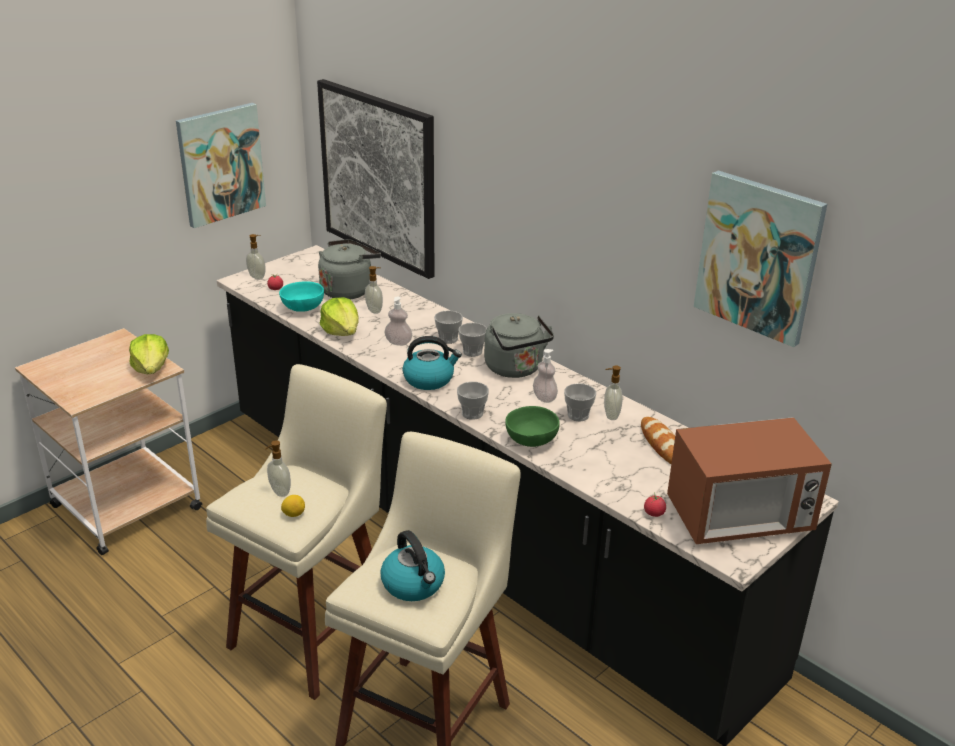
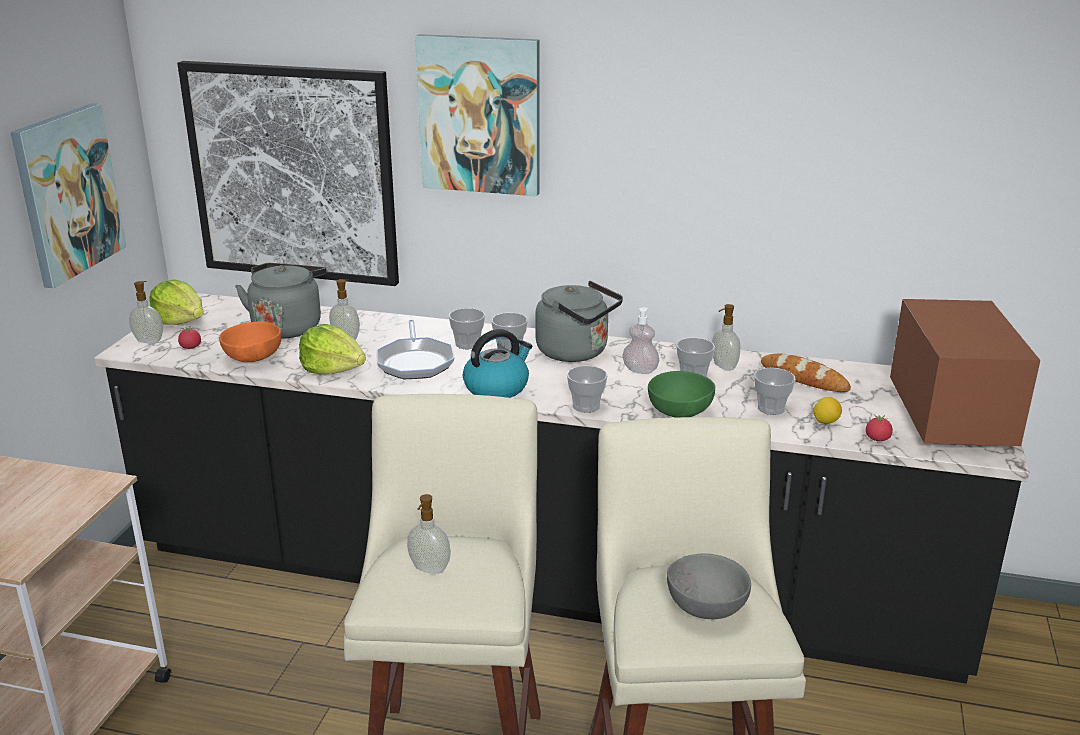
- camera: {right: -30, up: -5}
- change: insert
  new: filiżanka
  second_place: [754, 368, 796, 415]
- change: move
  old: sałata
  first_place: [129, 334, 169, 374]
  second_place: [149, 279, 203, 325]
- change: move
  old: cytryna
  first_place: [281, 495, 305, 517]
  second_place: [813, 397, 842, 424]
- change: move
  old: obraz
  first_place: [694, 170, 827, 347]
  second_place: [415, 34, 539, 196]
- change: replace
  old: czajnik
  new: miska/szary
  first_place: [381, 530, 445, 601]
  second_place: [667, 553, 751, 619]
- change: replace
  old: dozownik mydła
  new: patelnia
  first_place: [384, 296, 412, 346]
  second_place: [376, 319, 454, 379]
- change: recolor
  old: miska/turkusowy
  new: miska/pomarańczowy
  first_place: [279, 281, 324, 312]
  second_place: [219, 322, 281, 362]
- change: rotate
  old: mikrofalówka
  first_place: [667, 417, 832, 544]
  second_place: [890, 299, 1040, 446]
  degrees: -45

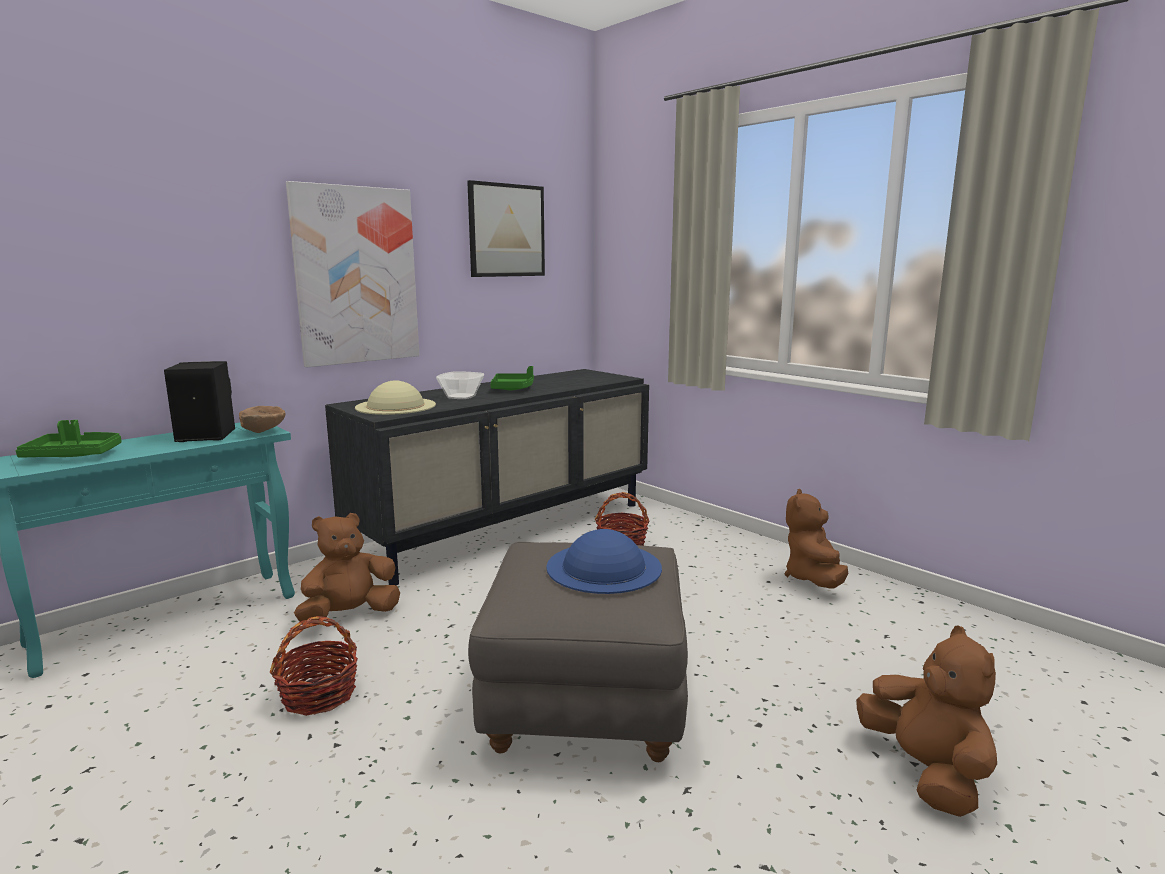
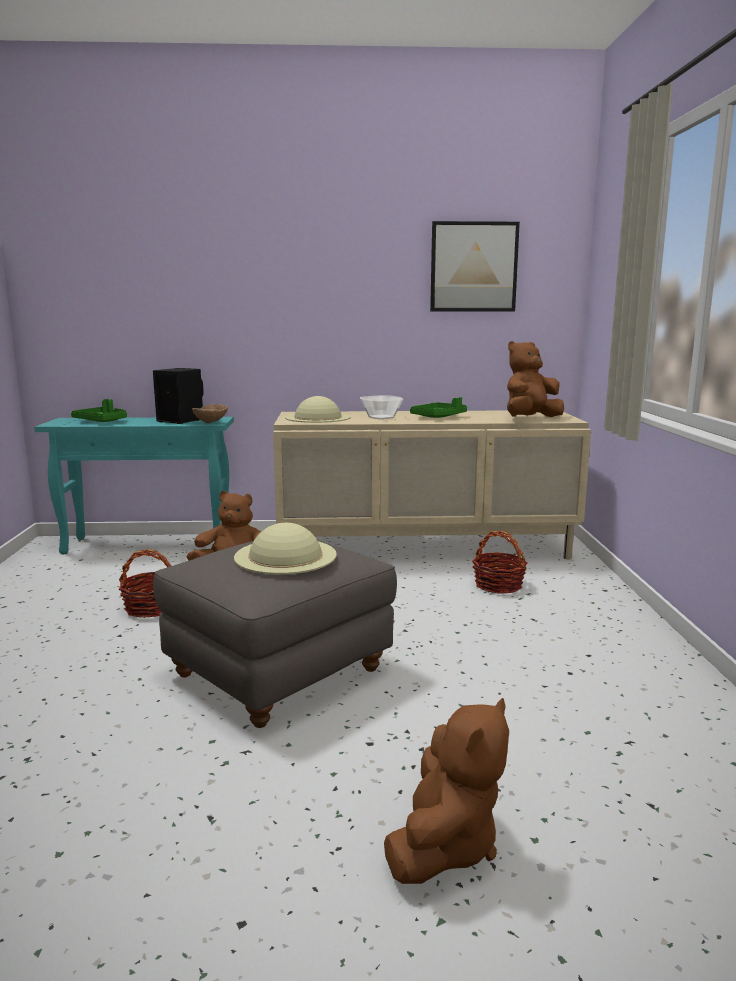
- camera: {right: 40, up: 0}
- change: delete
  old: obraz
  first_place: [286, 181, 420, 368]
- change: move
  old: pluszak/brązowy
  first_place: [785, 489, 848, 589]
  second_place: [507, 341, 564, 417]
- change: recolor
  old: szafka/czarny
  new: szafka/beżowy
  first_place: [325, 369, 649, 585]
  second_place: [273, 411, 591, 560]
- change: recolor
  old: kapelusz/niebieski
  new: kapelusz/beżowy
  first_place: [546, 529, 662, 594]
  second_place: [234, 523, 337, 574]

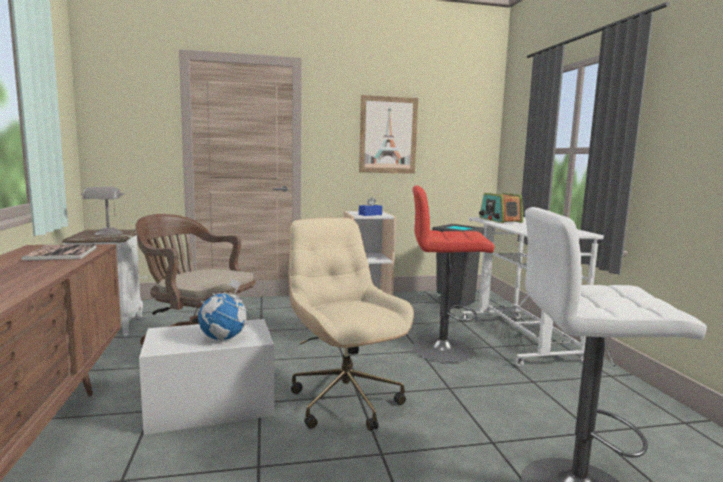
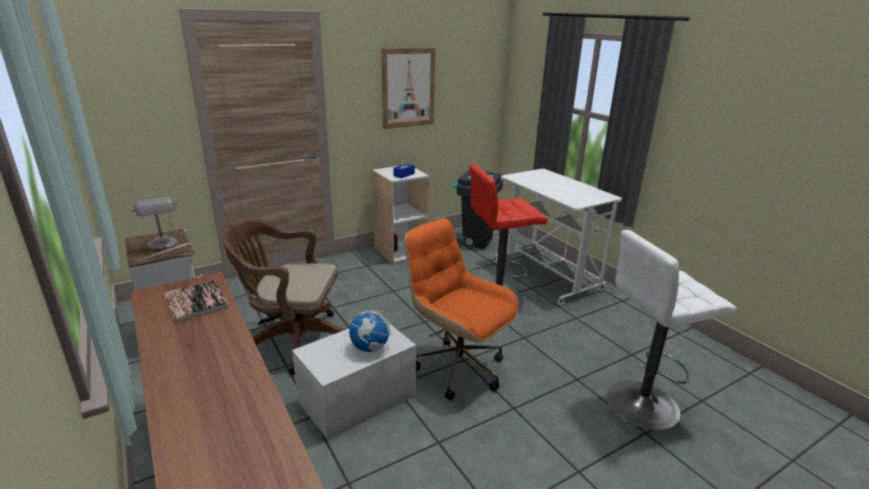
- camera: {right: -20, up: 15}
- change: delete
  old: radio
  first_place: [479, 193, 523, 223]
- change: recolor
  old: krzesło biurowe/beżowy
  new: krzesło biurowe/pomarańczowy
  first_place: [289, 217, 414, 431]
  second_place: [404, 218, 518, 400]

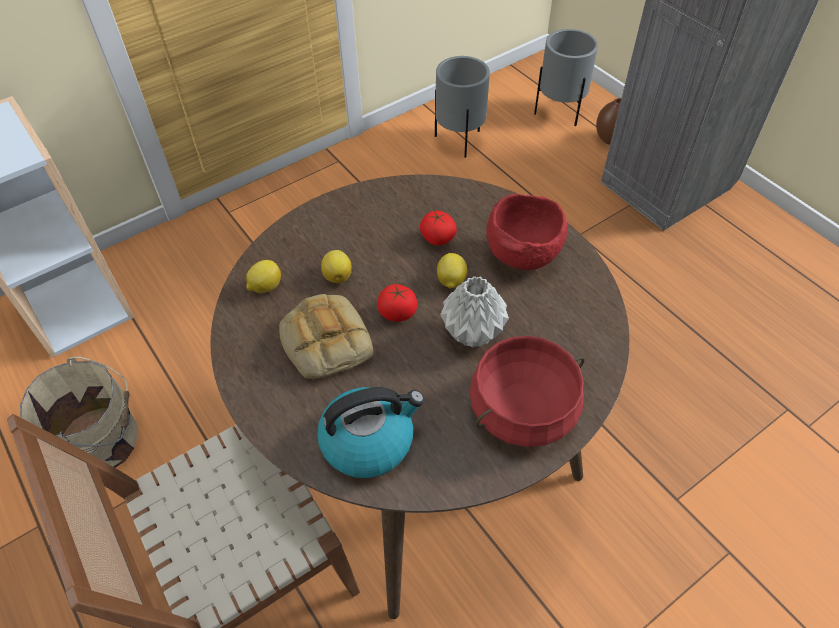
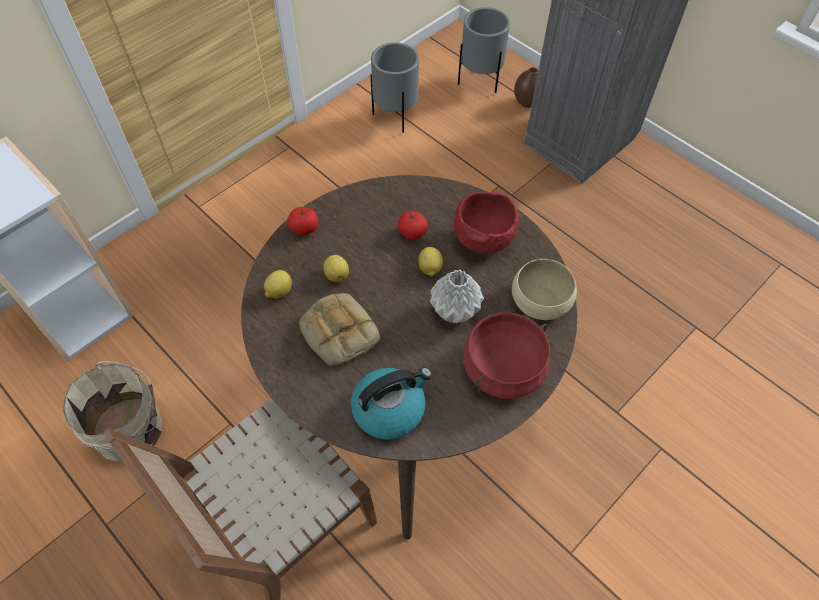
- camera: {right: -10, up: 5}
- change: insert
  new: miska/beżowy
  second_place: [512, 259, 577, 320]
- change: move
  old: pomidor
  first_place: [377, 284, 417, 322]
  second_place: [288, 207, 319, 235]

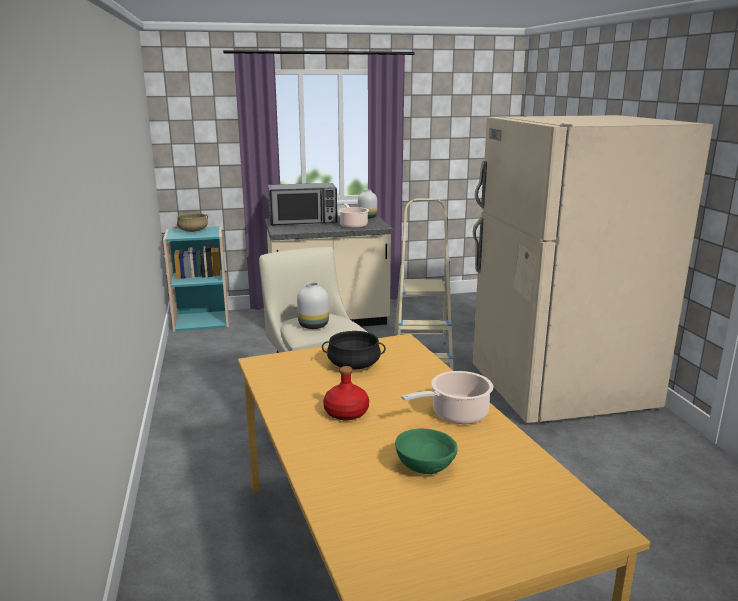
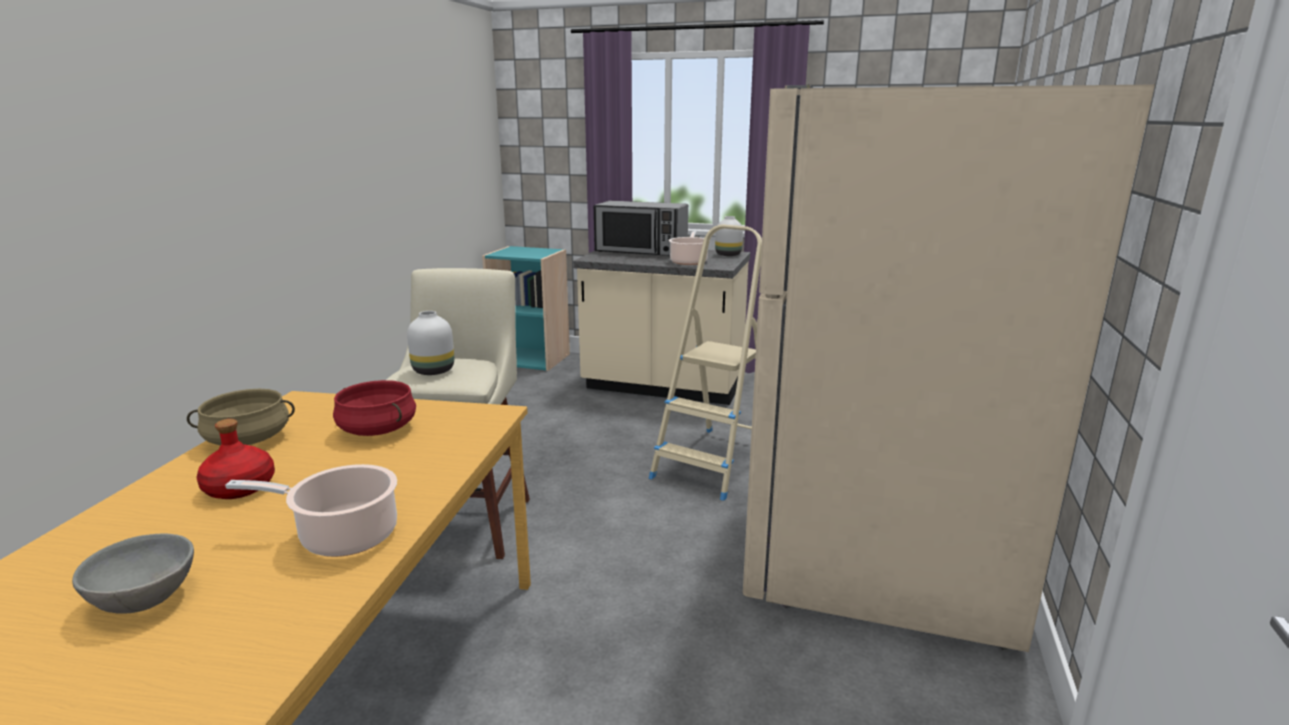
- camera: {right: 30, up: 0}
- change: move
  old: garnek/beżowy
  first_place: [177, 213, 208, 232]
  second_place: [187, 389, 295, 446]
- change: recolor
  old: garnek/czarny
  new: garnek/czerwony
  first_place: [322, 331, 386, 370]
  second_place: [333, 380, 416, 436]
- change: recolor
  old: miska/zielony
  new: miska/szary
  first_place: [395, 429, 458, 474]
  second_place: [72, 534, 194, 614]

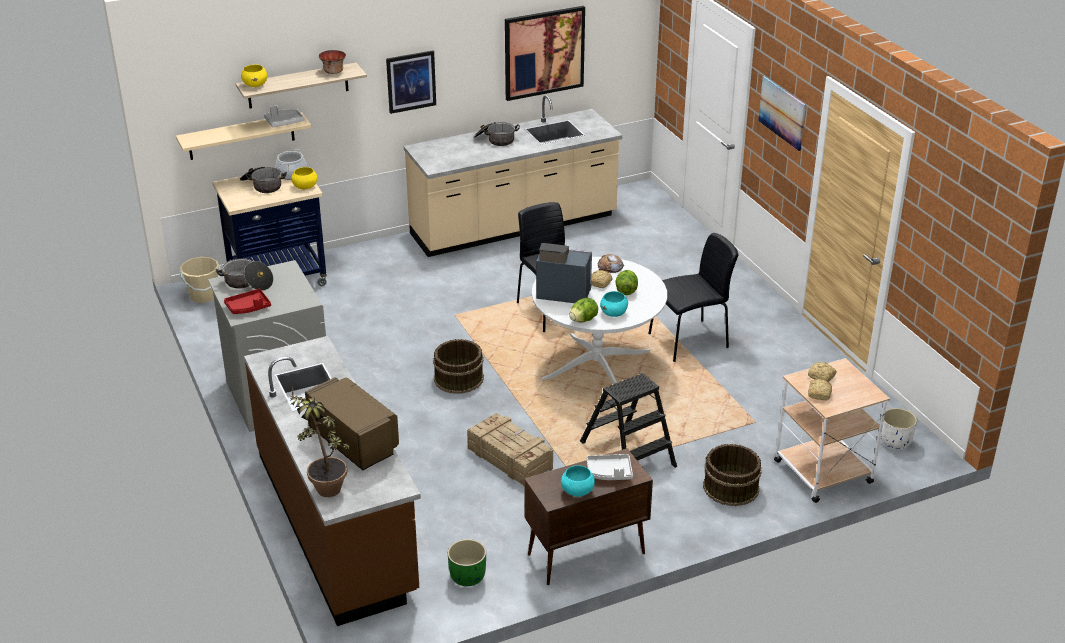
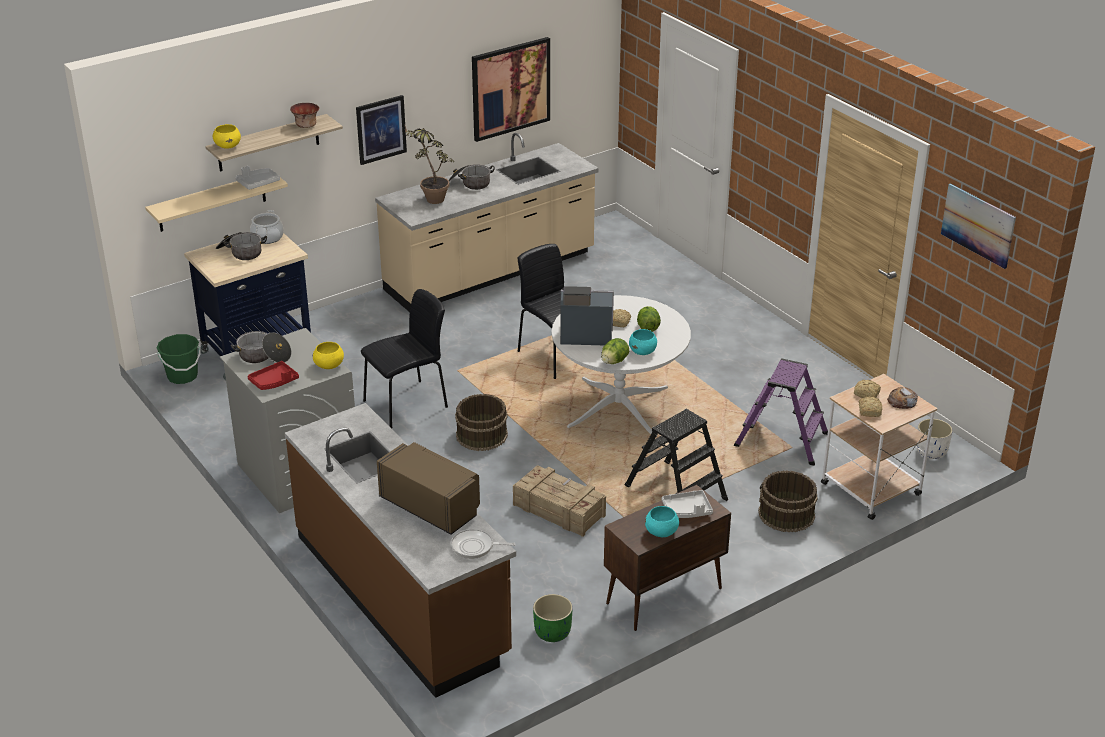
- camera: {right: -10, up: 0}
- change: insert
  new: patelnia
  second_place: [451, 529, 516, 559]
- change: insert
  new: drabinka/fioletowy
  second_place: [734, 358, 828, 466]
- change: move
  old: roślina doniczkowa
  first_place: [290, 388, 351, 497]
  second_place: [404, 126, 454, 204]
- change: move
  old: miska/żółty
  first_place: [291, 167, 317, 190]
  second_place: [313, 342, 344, 369]
- change: move
  old: chleb
  first_place: [597, 254, 624, 273]
  second_place: [887, 387, 918, 409]
- change: move
  old: krzesło/czarny
  first_place: [648, 233, 739, 362]
  second_place: [361, 289, 448, 429]
- change: move
  old: obraz
  first_place: [758, 76, 806, 151]
  second_place: [941, 183, 1016, 269]
- change: recolor
  old: wiadro/beżowy
  new: wiadro/zielony
  first_place: [180, 257, 221, 303]
  second_place: [157, 334, 201, 384]

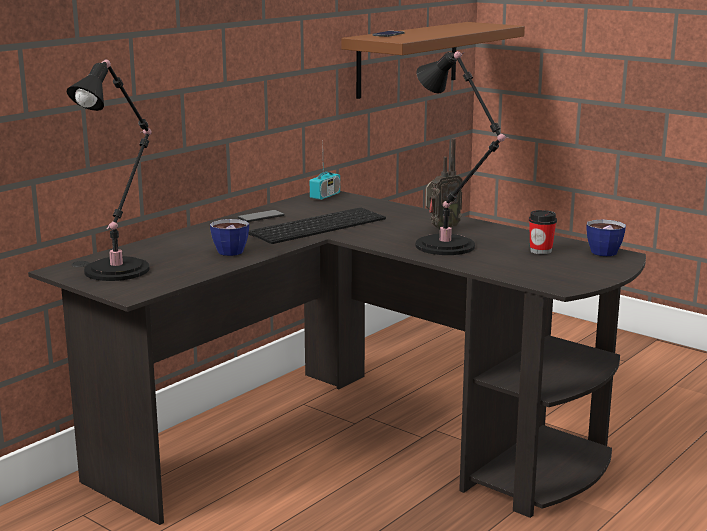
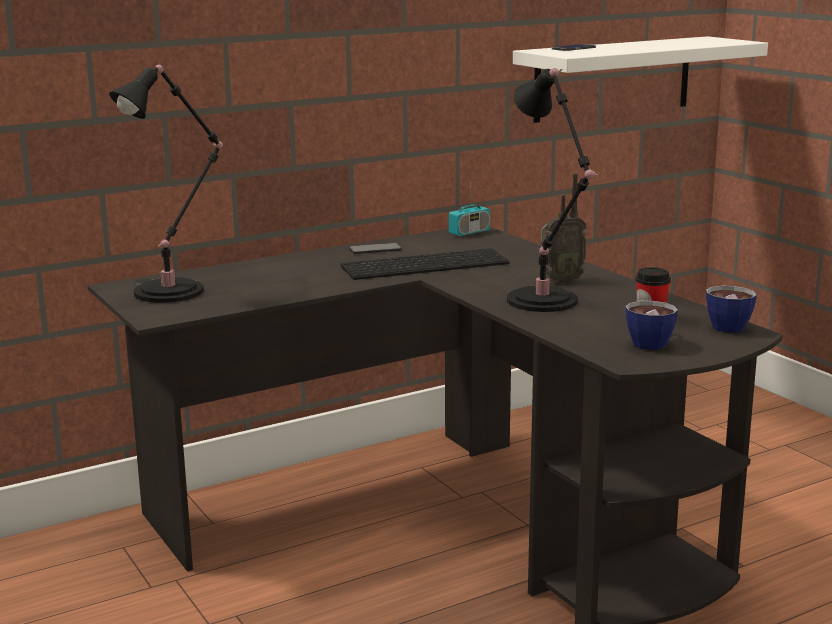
- camera: {right: 20, up: 0}
- change: move
  old: filiżanka
  first_place: [210, 219, 249, 256]
  second_place: [625, 301, 678, 350]
- change: recolor
  old: półka/brązowy
  new: półka/biały
  first_place: [341, 22, 525, 99]
  second_place: [513, 36, 768, 123]

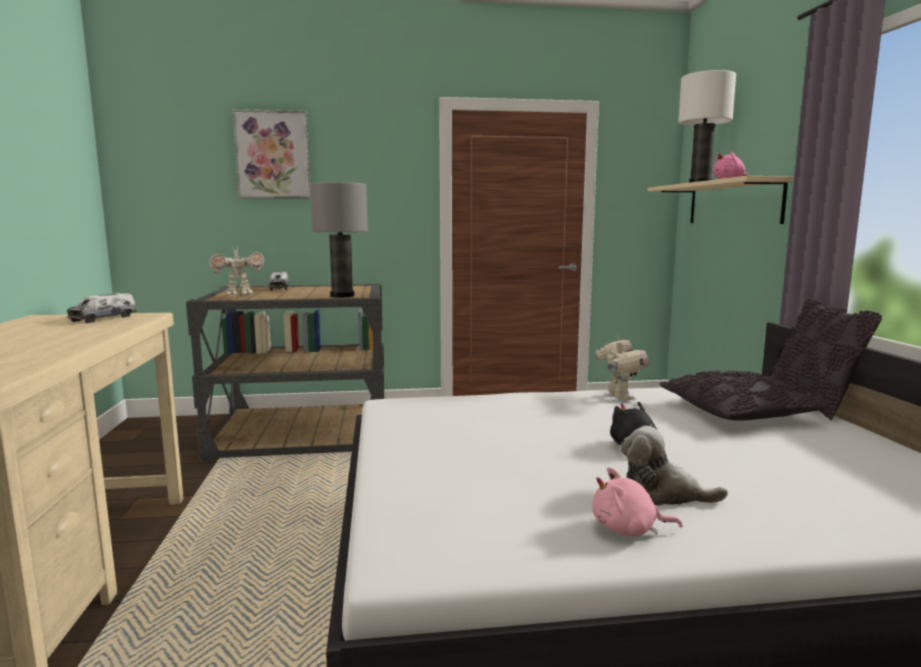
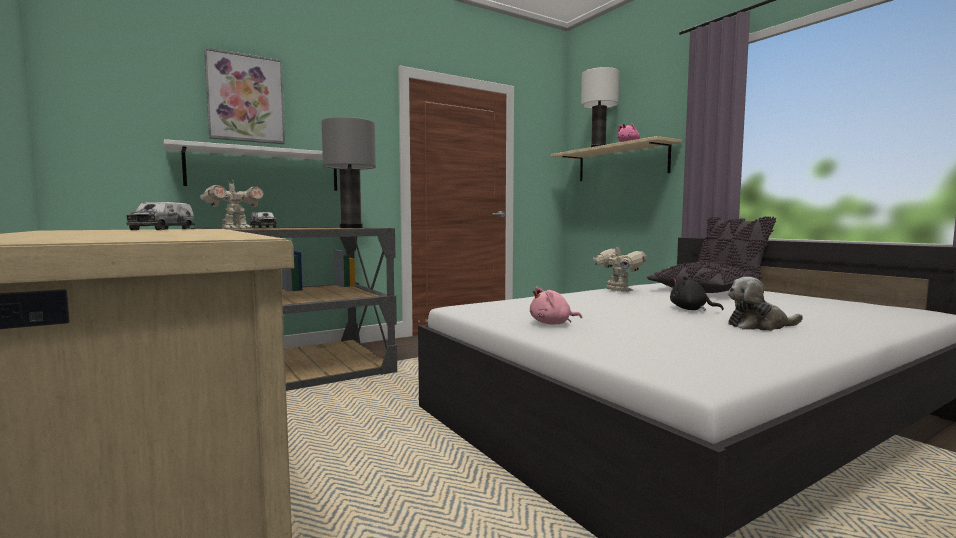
- camera: {right: -25, up: -5}
- change: insert
  new: półka/biały
  second_place: [164, 139, 337, 191]
- change: move
  old: pluszak/różowy
  first_place: [593, 467, 682, 536]
  second_place: [530, 286, 582, 325]

